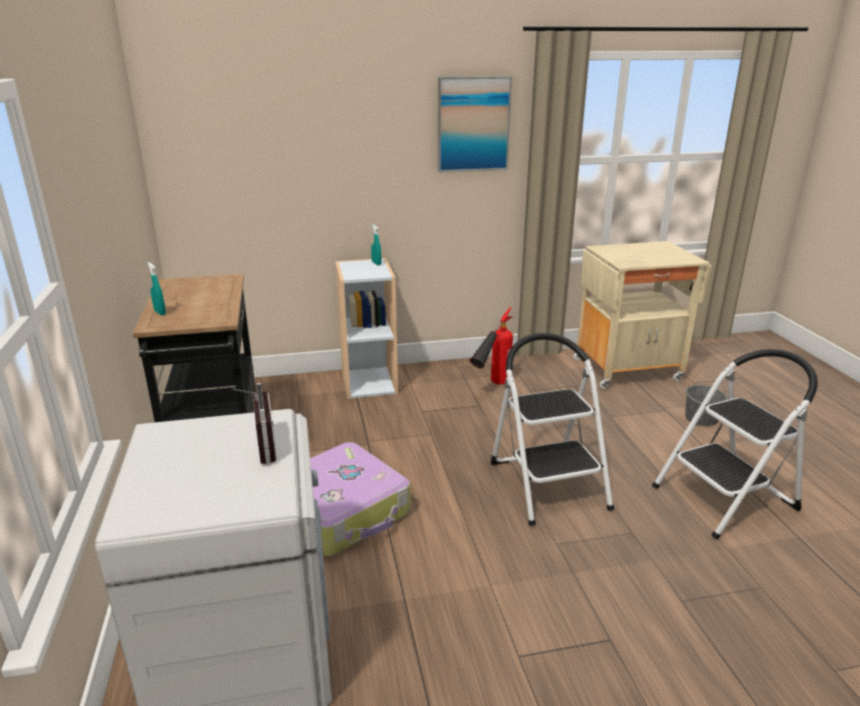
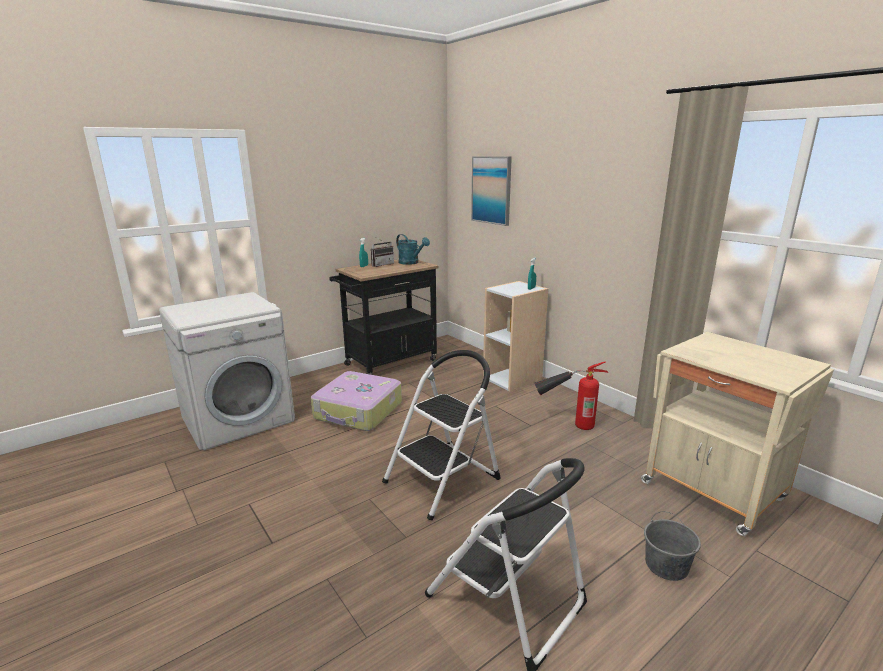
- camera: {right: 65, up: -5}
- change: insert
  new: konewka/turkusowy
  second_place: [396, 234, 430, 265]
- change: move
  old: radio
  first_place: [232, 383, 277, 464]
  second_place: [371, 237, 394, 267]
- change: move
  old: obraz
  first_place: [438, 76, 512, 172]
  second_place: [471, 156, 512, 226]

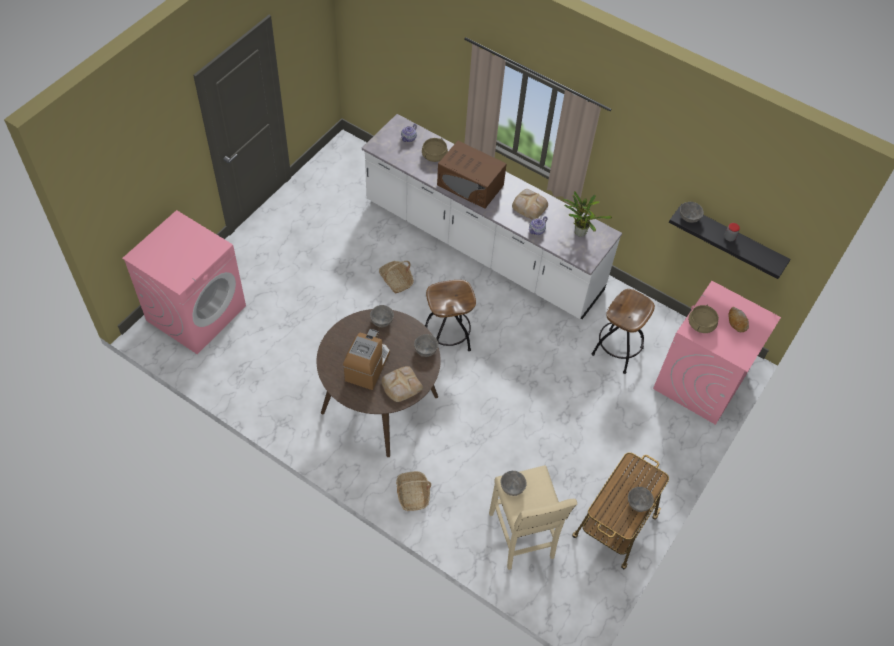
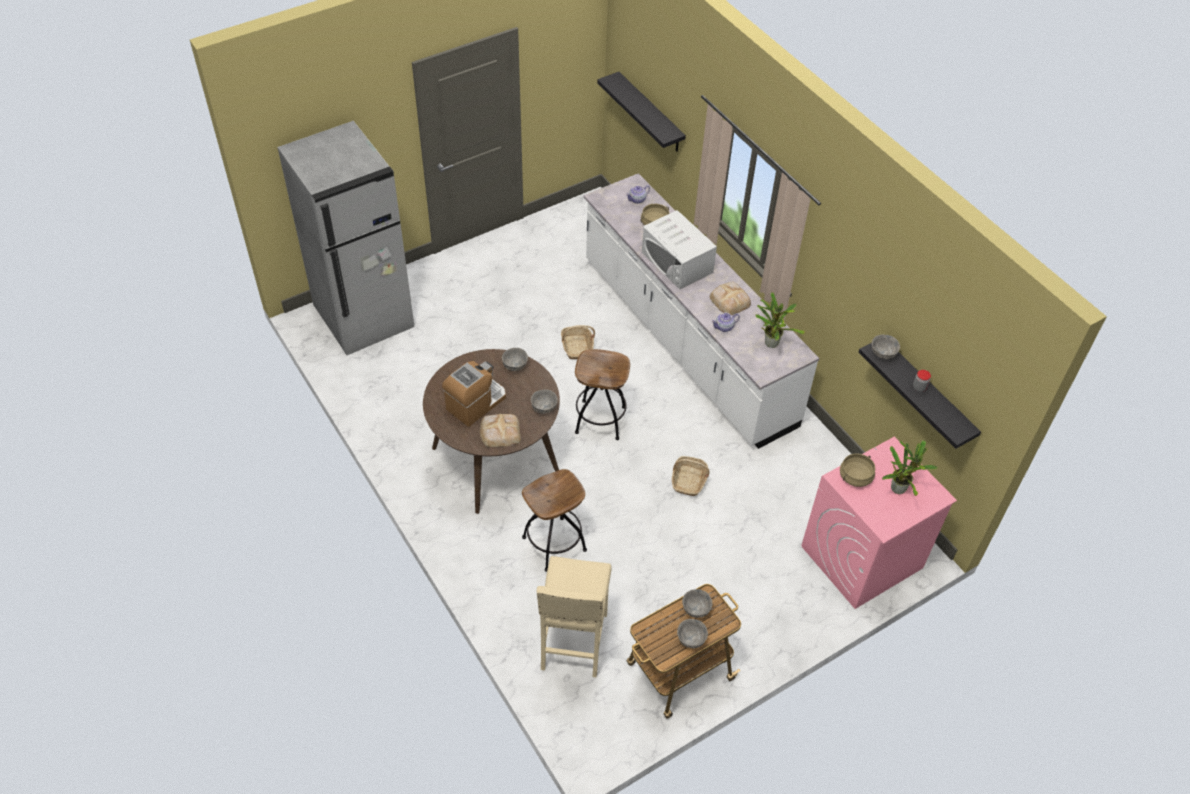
- camera: {right: 25, up: -5}
- change: insert
  new: półka/czarny
  second_place: [597, 72, 686, 152]
- change: move
  old: koszyk
  first_place: [396, 471, 431, 511]
  second_place: [672, 456, 710, 496]
- change: move
  old: miska/szary
  first_place: [501, 471, 527, 496]
  second_place: [682, 589, 712, 618]
- change: move
  old: stołek/brązowy
  first_place: [592, 289, 655, 374]
  second_place: [522, 469, 587, 572]
- change: replace
  old: pralka/różowy
  new: lodówka/szary
  first_place: [122, 210, 246, 354]
  second_place: [277, 121, 415, 355]
- change: replace
  old: chleb
  new: roślina doniczkowa
  first_place: [728, 307, 749, 332]
  second_place: [882, 440, 938, 496]
- change: recolor
  old: mikrofalówka/brązowy
  new: mikrofalówka/biały
  first_place: [437, 141, 507, 209]
  second_place: [642, 210, 717, 289]

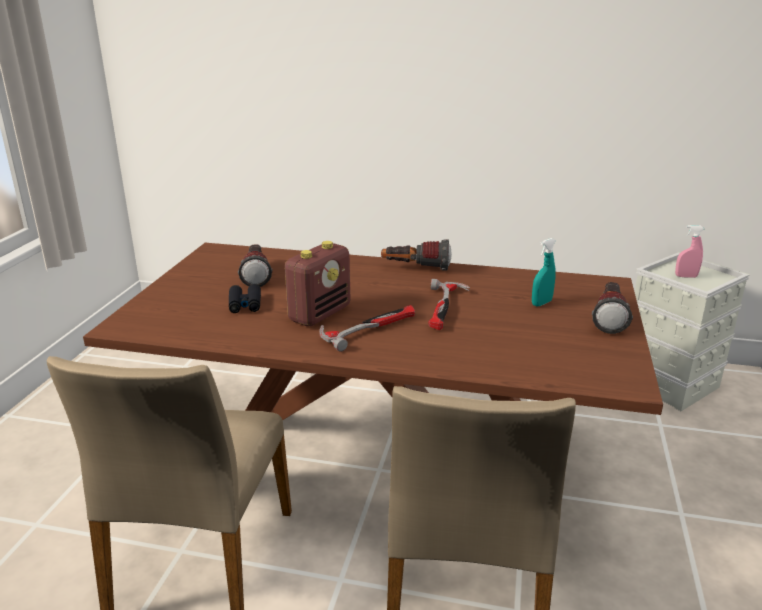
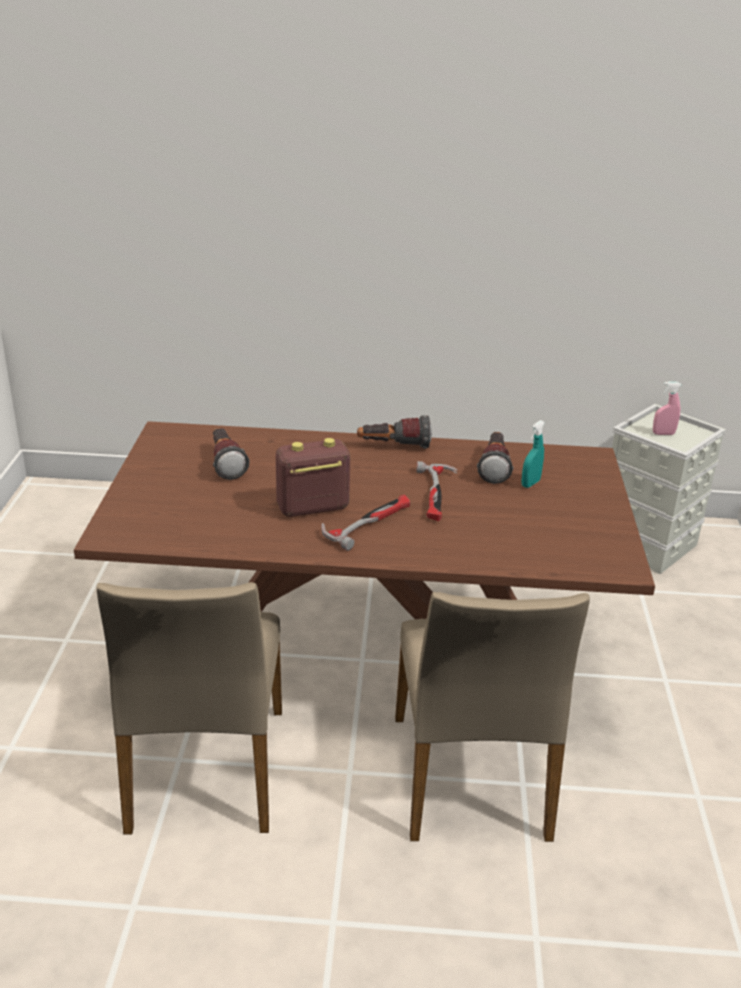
- camera: {right: -10, up: 5}
- change: delete
  old: lornetka/czarny
  first_place: [229, 284, 261, 313]
- change: move
  old: latarka
  first_place: [592, 282, 633, 334]
  second_place: [477, 432, 513, 484]
- change: rotate
  old: radio
  first_place: [285, 241, 350, 326]
  second_place: [276, 438, 350, 517]
  degrees: -135

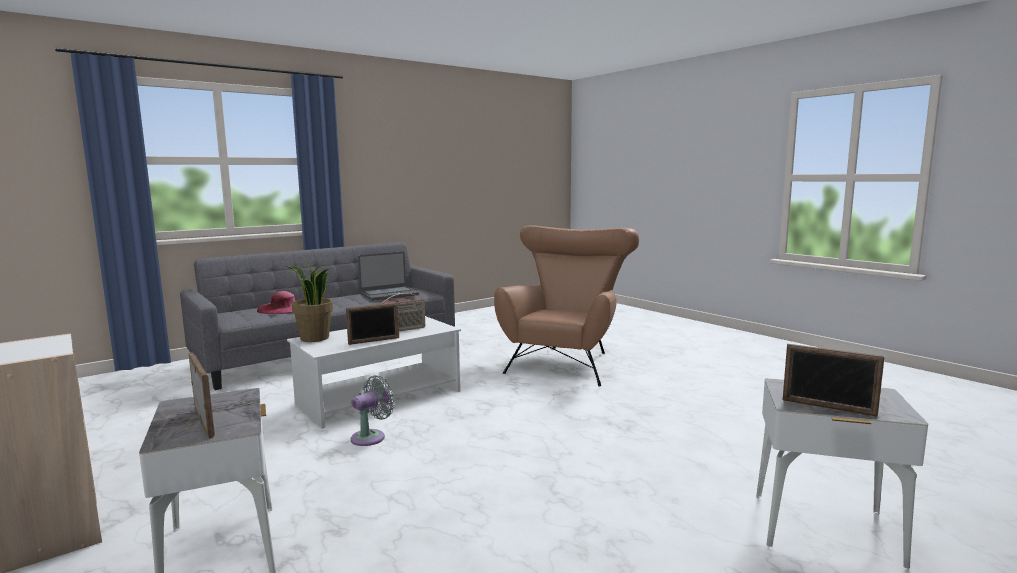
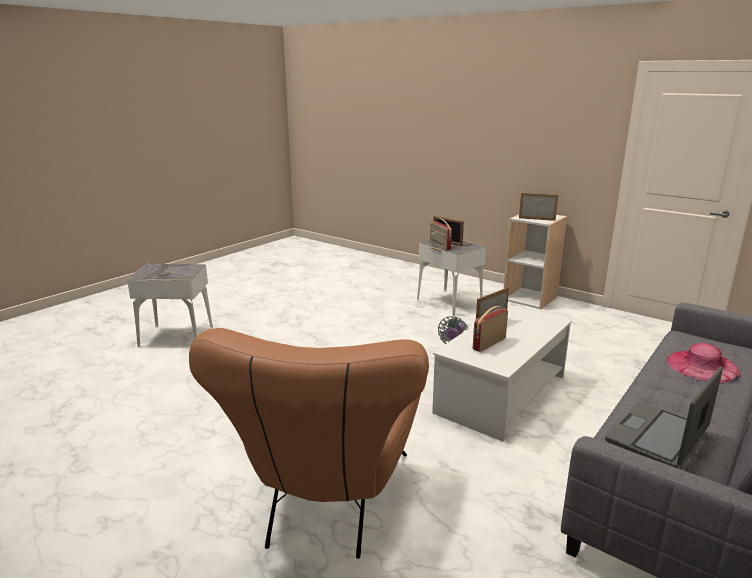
- camera: {right: 165, up: 10}
- change: delete
  old: roślina doniczkowa
  first_place: [284, 263, 333, 342]
- change: insert
  new: radio
  second_place: [430, 219, 452, 250]
- change: move
  old: ramka na zdjęcie
  first_place: [783, 344, 885, 417]
  second_place: [519, 193, 558, 221]

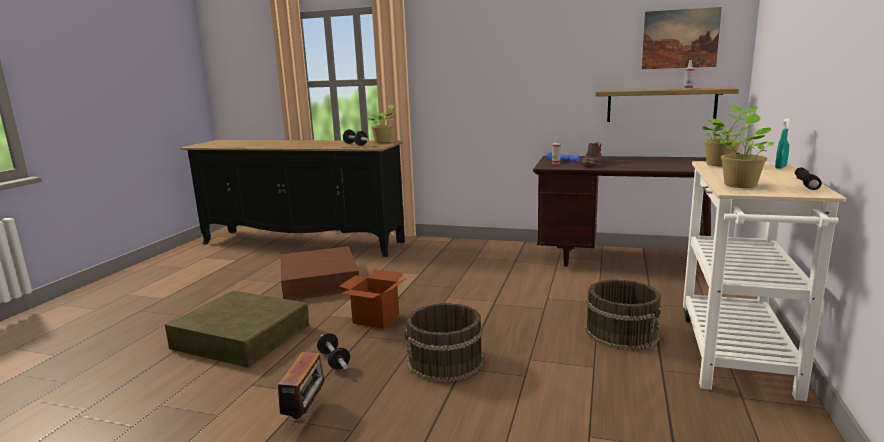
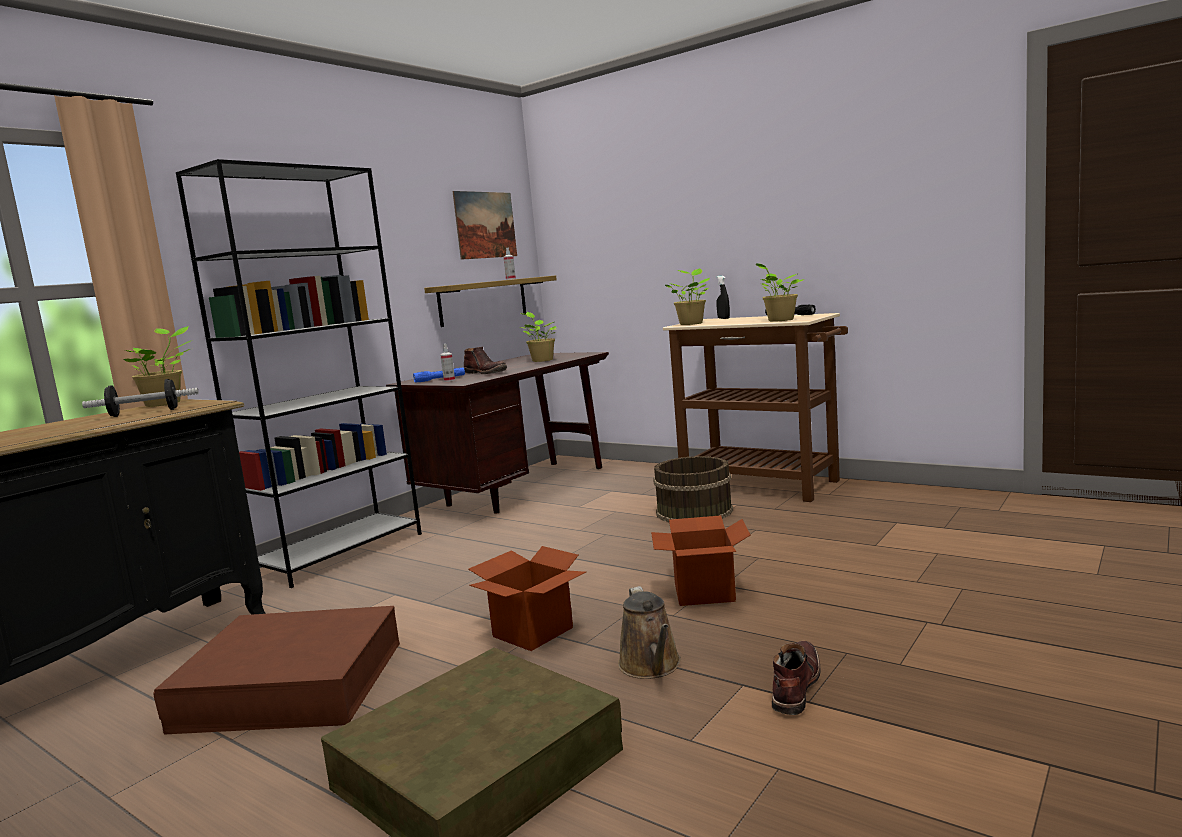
- camera: {right: -70, up: -5}
- change: insert
  new: regał/szary
  second_place: [176, 159, 422, 588]
- change: insert
  new: roślina doniczkowa
  second_place: [521, 312, 557, 362]
- change: replace
  old: radio
  new: but z cholewką/brązowy
  first_place: [278, 352, 328, 425]
  second_place: [772, 641, 820, 715]
- change: replace
  old: hantel
  new: konewka/brązowy
  first_place: [317, 333, 350, 369]
  second_place: [618, 586, 681, 679]
- change: replace
  old: wiadro/brązowy
  new: karton
  first_place: [404, 303, 483, 383]
  second_place: [651, 515, 751, 606]
- change: recolor
  old: wózek/biały
  new: wózek/brązowy
  first_place: [683, 161, 846, 401]
  second_place: [663, 313, 848, 502]
- change: recolor
  old: spryskiwacz/turkusowy
  new: spryskiwacz/czarny
  first_place: [775, 118, 791, 169]
  second_place: [716, 276, 730, 319]

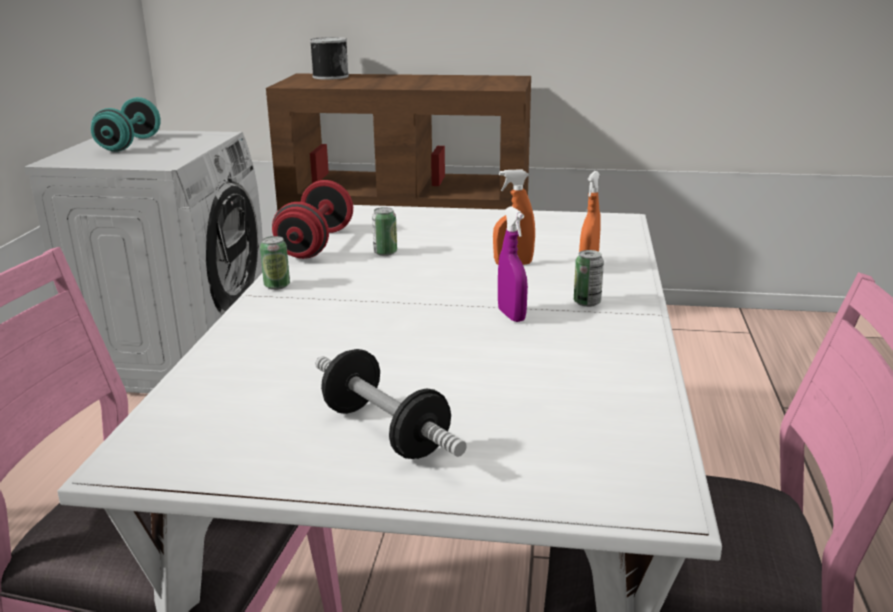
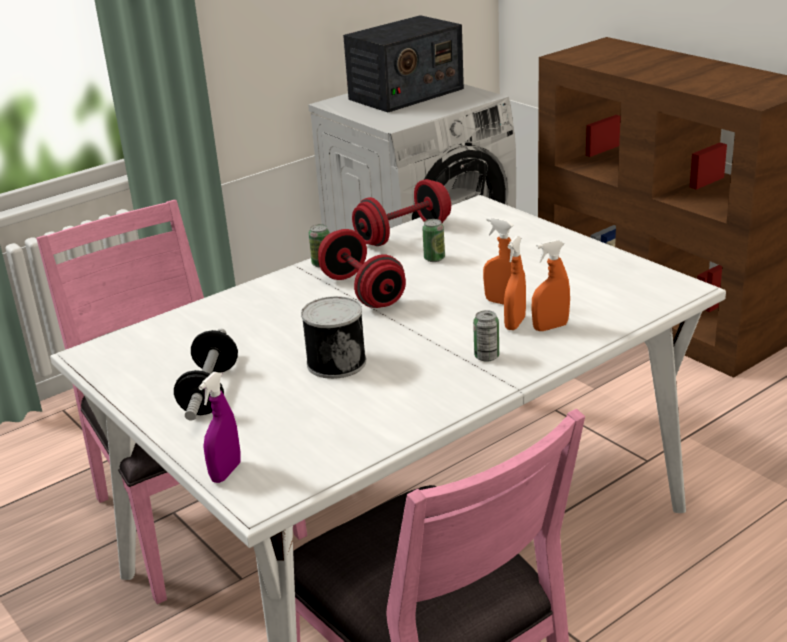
- camera: {right: 45, up: 5}
- change: insert
  new: hantel/czerwony
  second_place: [318, 229, 406, 308]
- change: insert
  new: spryskiwacz/pomarańczowy
  second_place: [504, 236, 526, 330]
- change: move
  old: puszka
  first_place: [310, 37, 349, 80]
  second_place: [301, 296, 366, 379]
- change: move
  old: spryskiwacz/fioletowy
  first_place: [498, 206, 528, 322]
  second_place: [198, 372, 241, 483]
- change: replace
  old: hantel/turkusowy
  new: radio
  first_place: [91, 97, 161, 152]
  second_place: [343, 15, 464, 112]

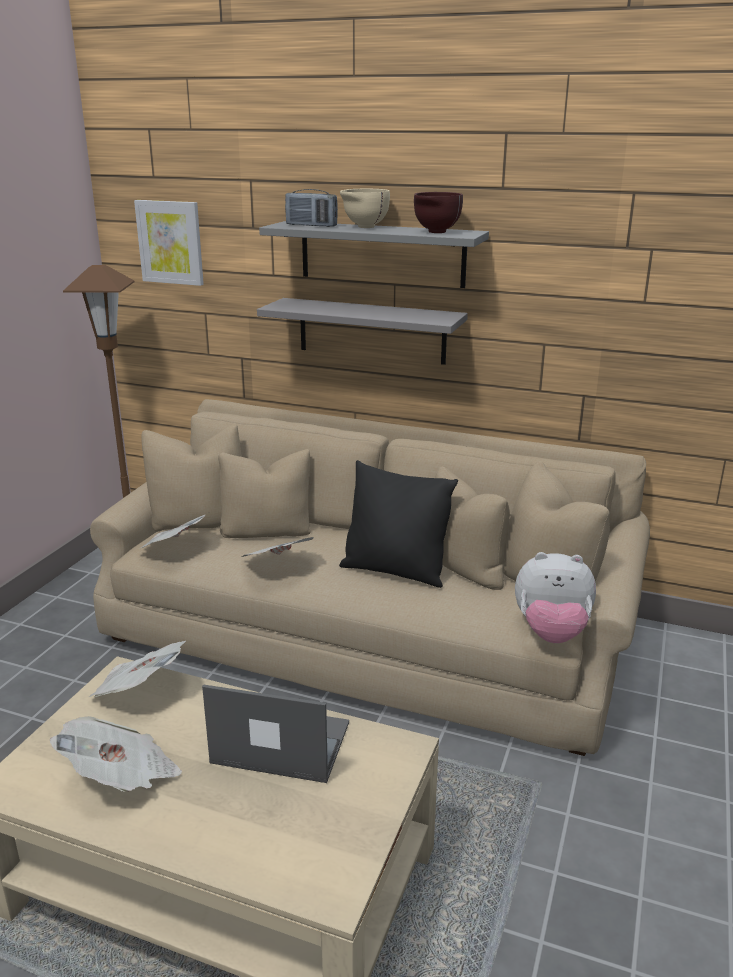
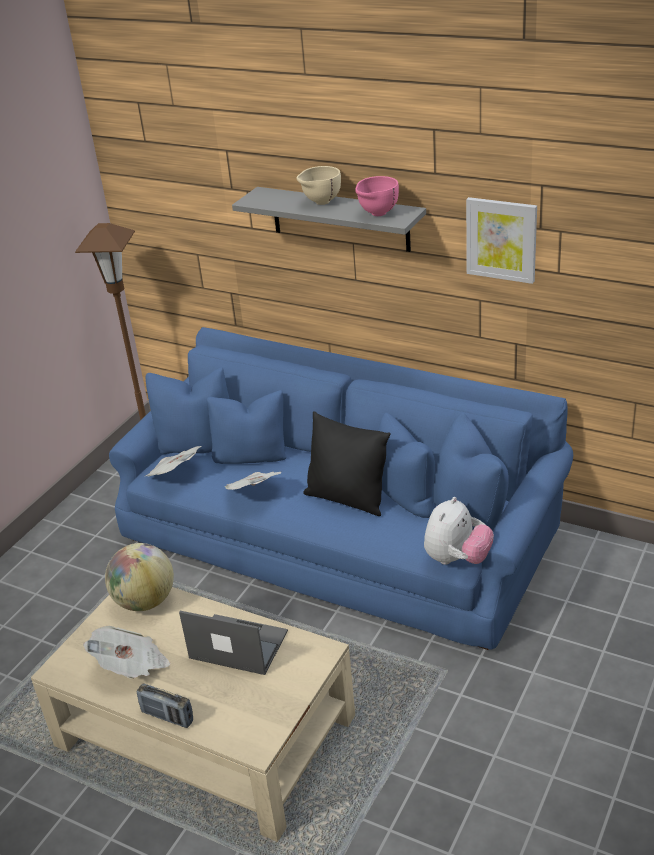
- camera: {right: 10, up: 10}
- change: delete
  old: półka/szary
  first_place: [257, 298, 468, 365]
- change: move
  old: obraz
  first_place: [134, 200, 204, 286]
  second_place: [466, 197, 537, 284]
- change: move
  old: radio
  first_place: [285, 189, 338, 227]
  second_place: [137, 683, 193, 728]
- change: replace
  old: gazeta
  new: globus
  first_place: [89, 641, 186, 697]
  second_place: [105, 543, 174, 611]
- change: recolor
  old: kanapa/beżowy
  new: kanapa/niebieski
  first_place: [90, 399, 650, 756]
  second_place: [109, 327, 573, 650]
- change: recolor
  old: miska/brązowy
  new: miska/różowy
  first_place: [414, 192, 463, 233]
  second_place: [355, 176, 399, 216]
- change: rotate
  old: pluszak
  first_place: [515, 552, 596, 643]
  second_place: [424, 497, 494, 565]
  degrees: -75

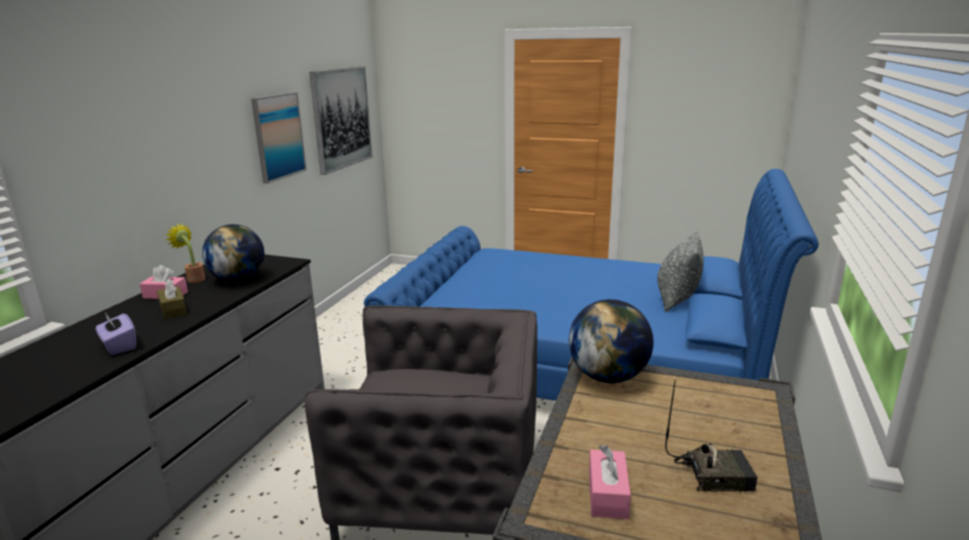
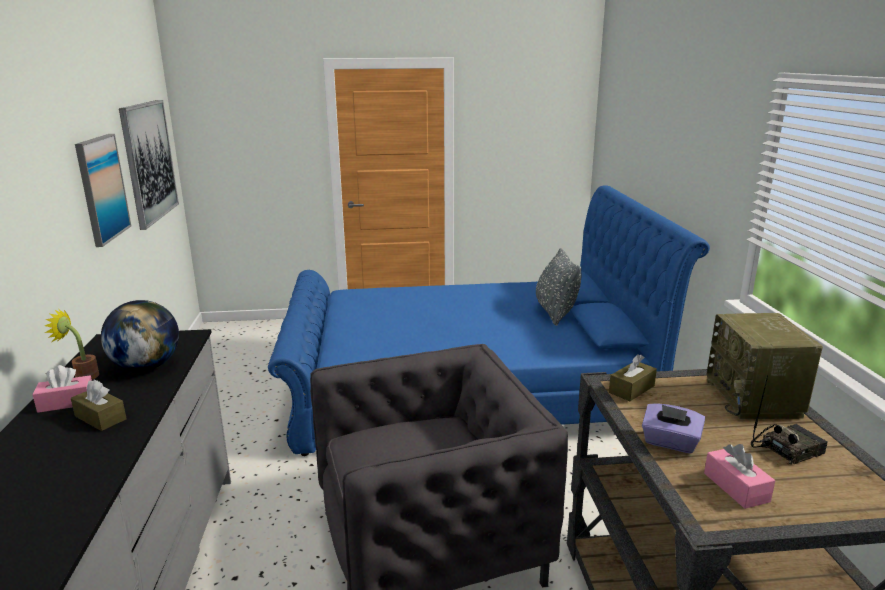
- camera: {right: -25, up: 0}
- change: insert
  new: radio
  second_place: [707, 313, 823, 419]
- change: move
  old: pudełko chusteczek/fioletowy
  first_place: [96, 313, 136, 355]
  second_place: [642, 403, 705, 454]
- change: replace
  old: globus
  new: pudełko chusteczek/brązowy
  first_place: [569, 299, 654, 383]
  second_place: [609, 354, 657, 401]

